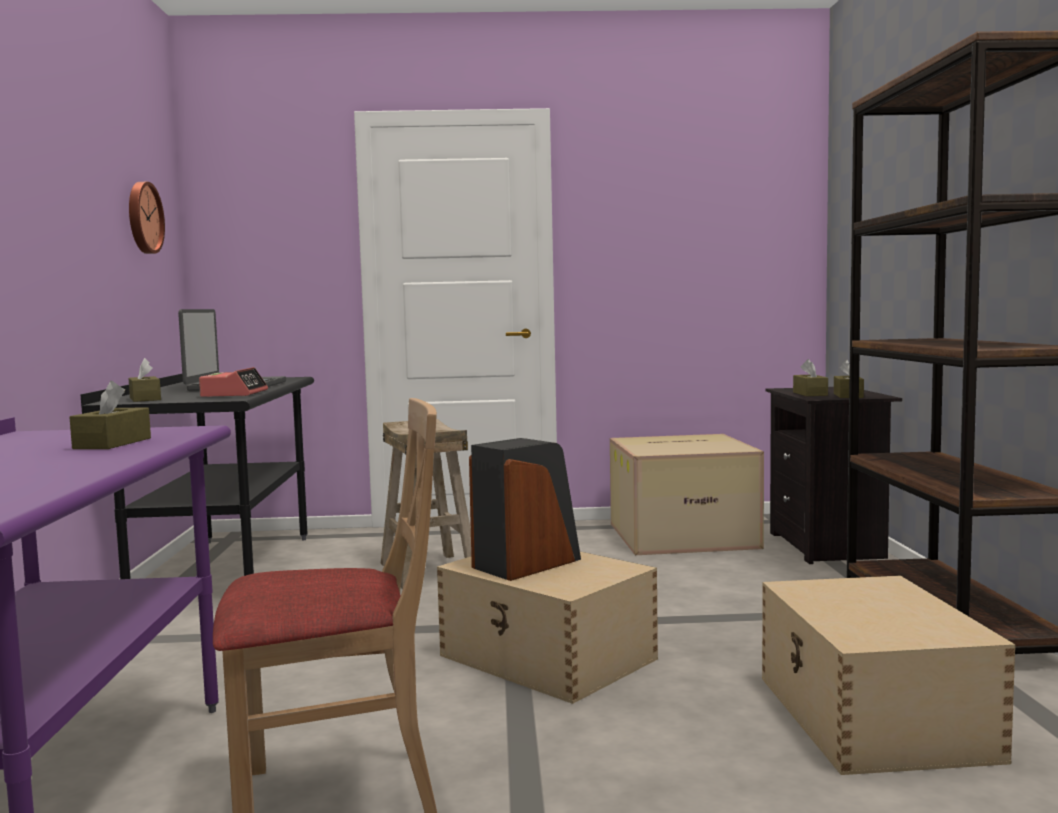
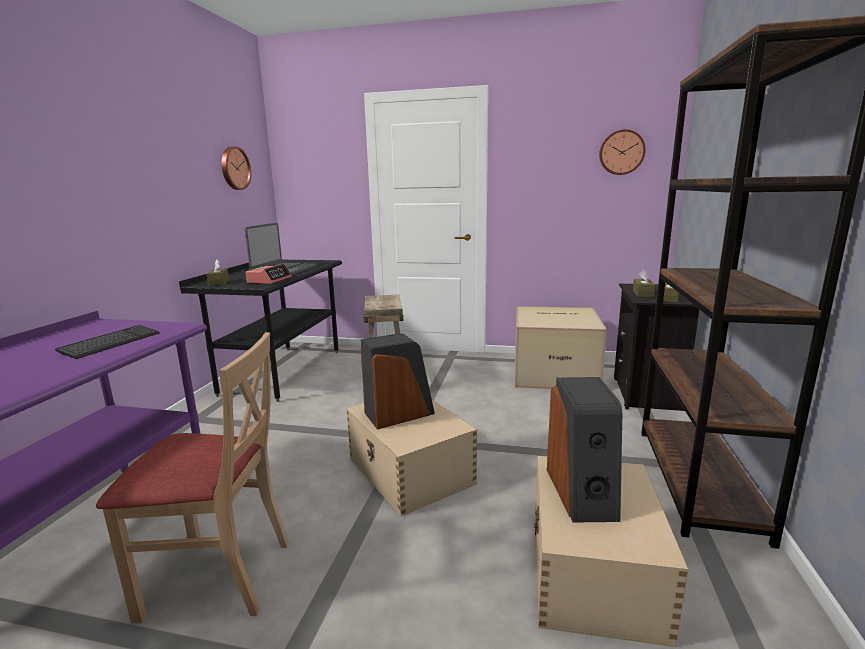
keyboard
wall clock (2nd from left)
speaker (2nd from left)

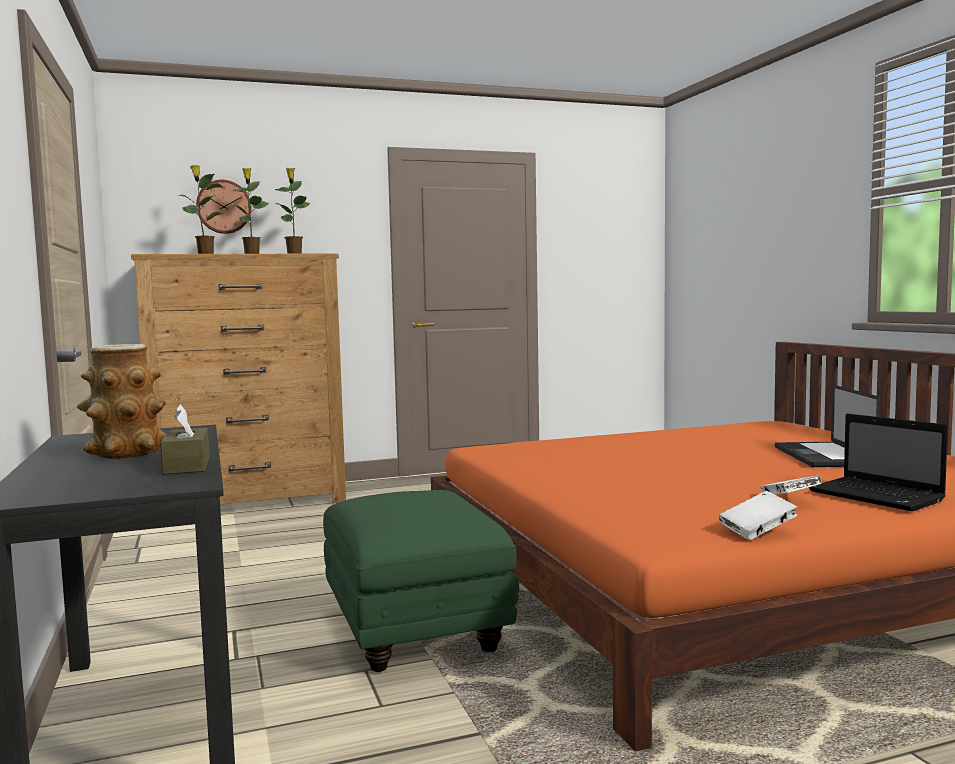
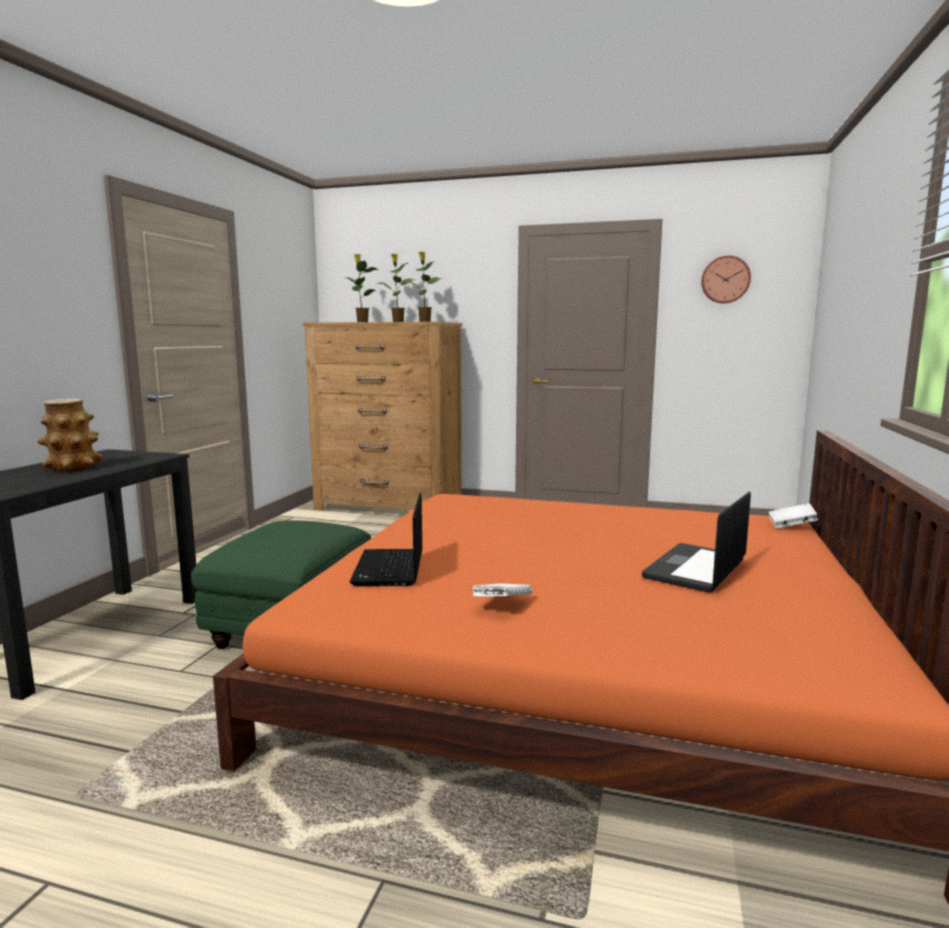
wall clock
brown tissue box
laptop (1st from left)
white book (2nd from left)

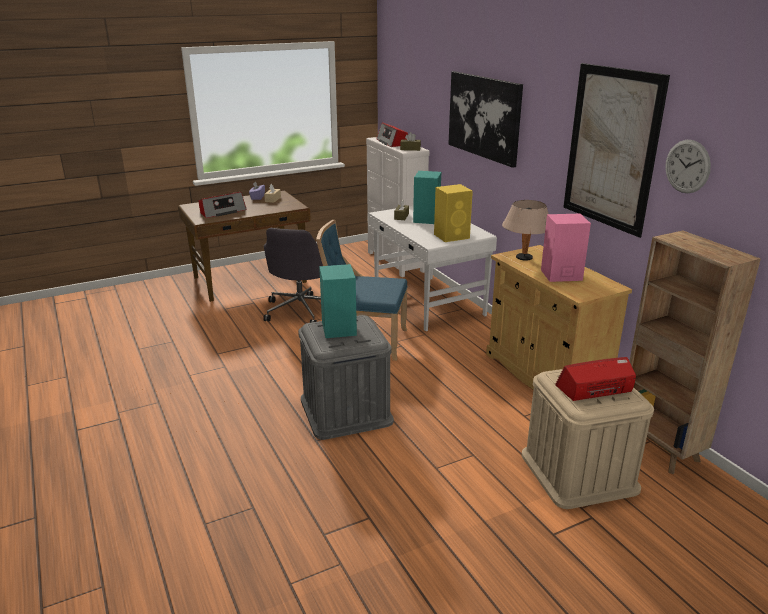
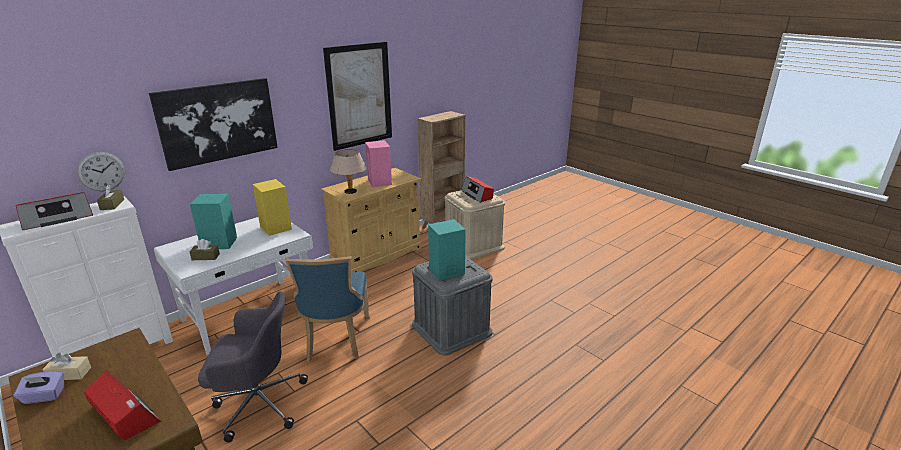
wall clock

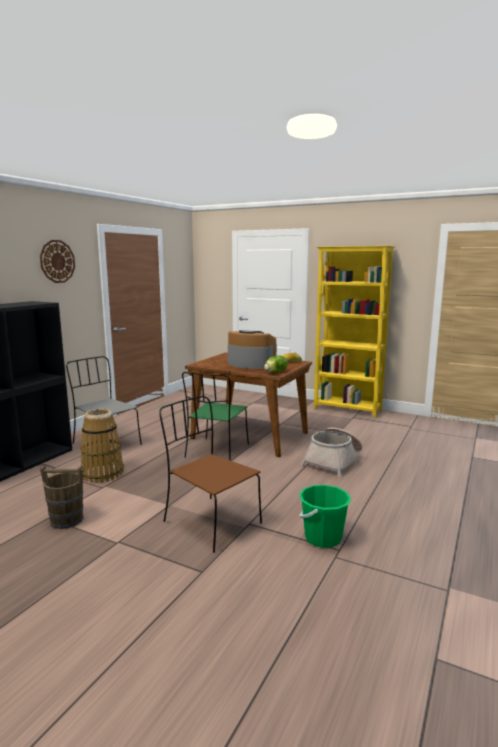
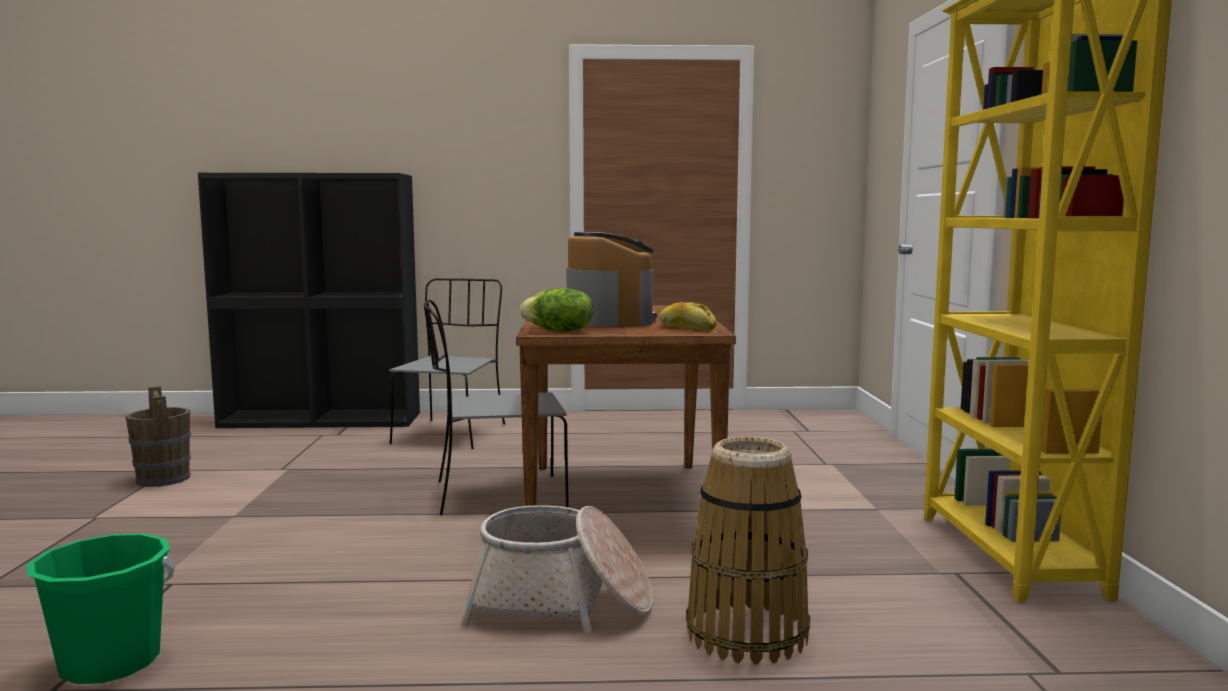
wall clock
grey chair (2nd from left)
brown chair
basket (2nd from left)

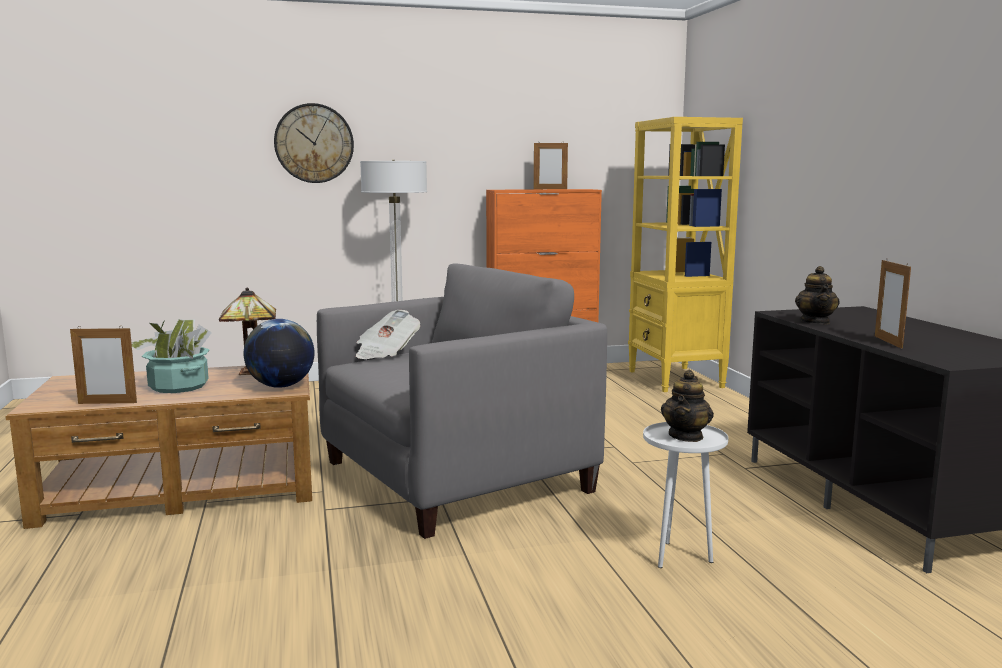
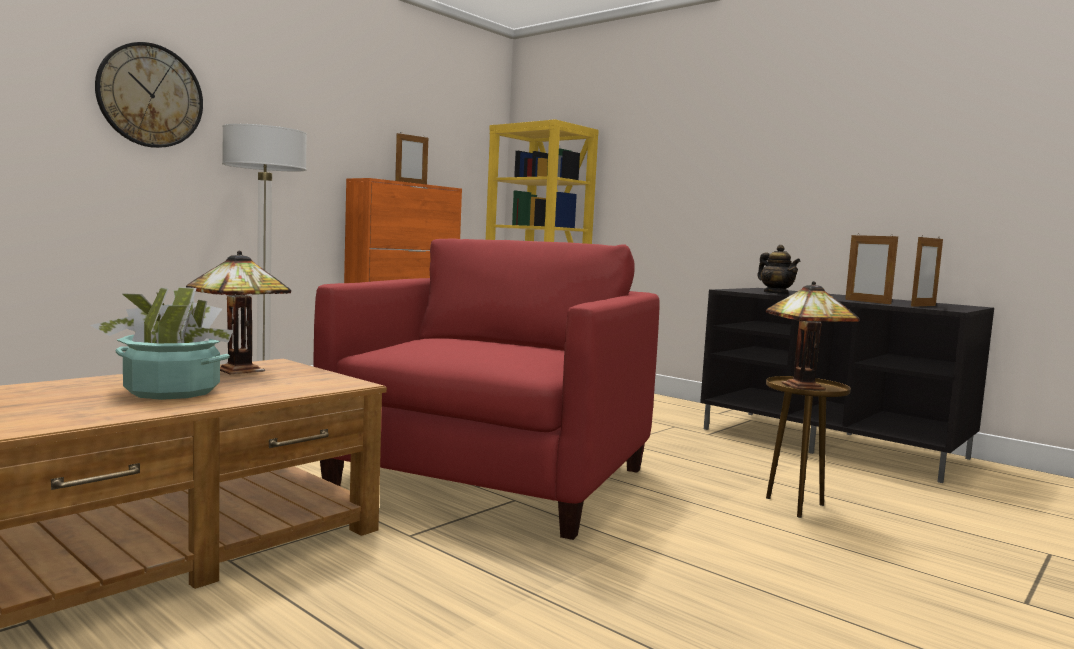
red armchair
newspaper
globe
picture frame (3rd from left)
table lamp (2nd from left)
brown side table

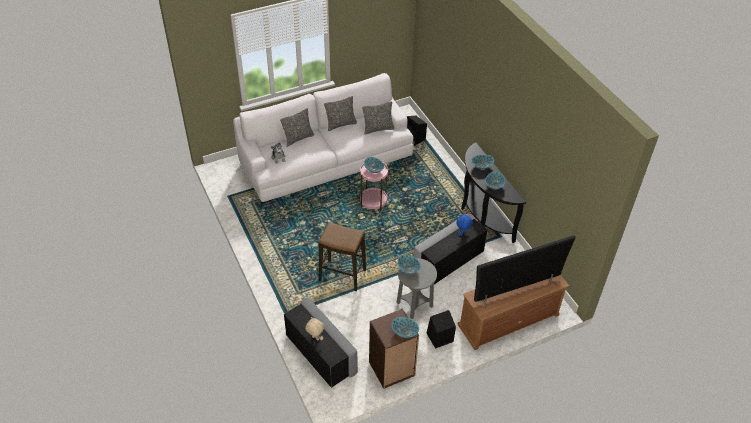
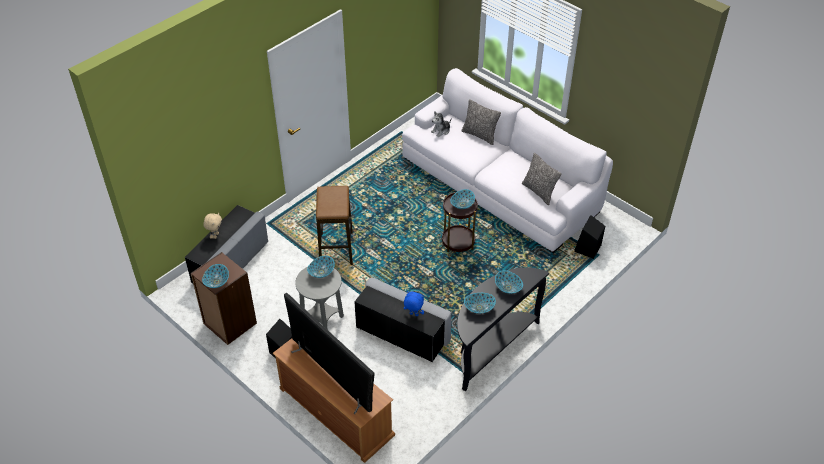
pillow (2nd from left in the first image)
brown side table

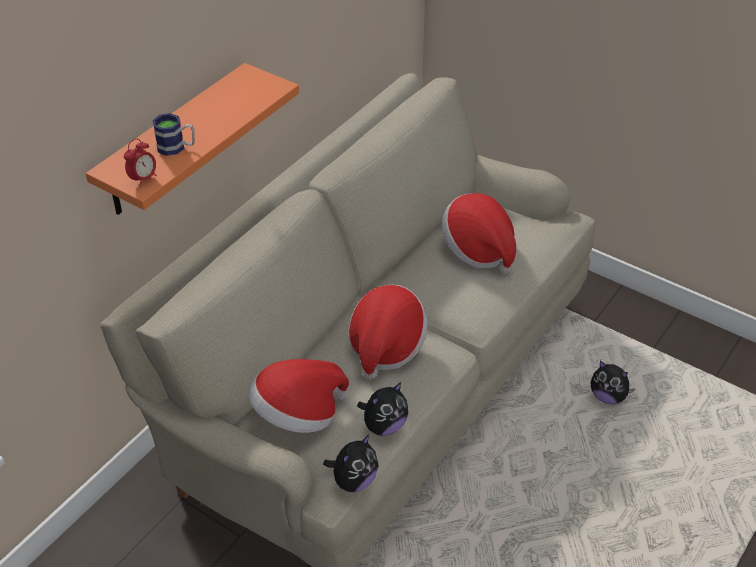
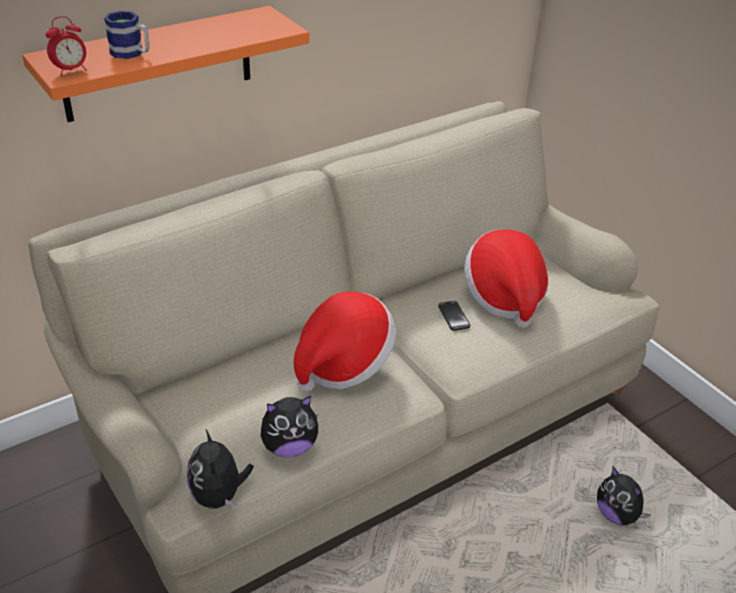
hat (1st from left in the first image)
plush toy (1st from left)
phone

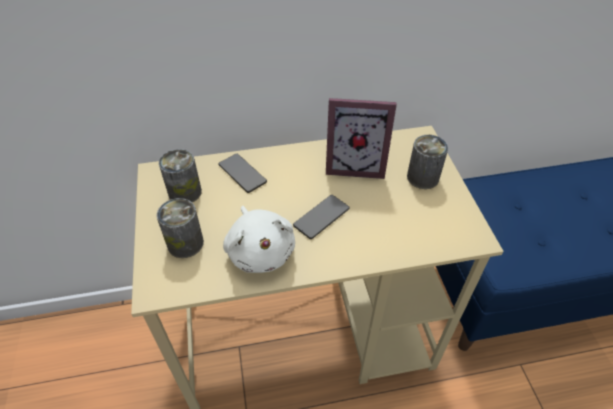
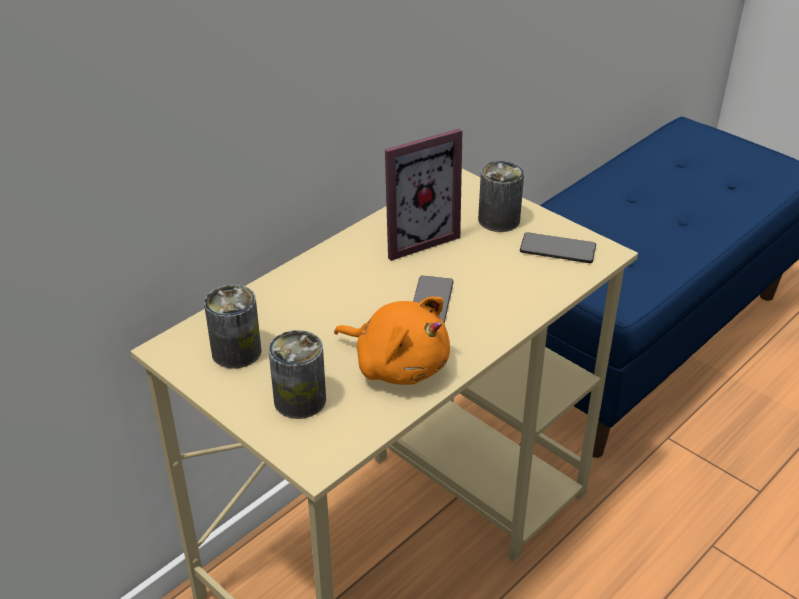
phone (2nd from left)
orange plush toy

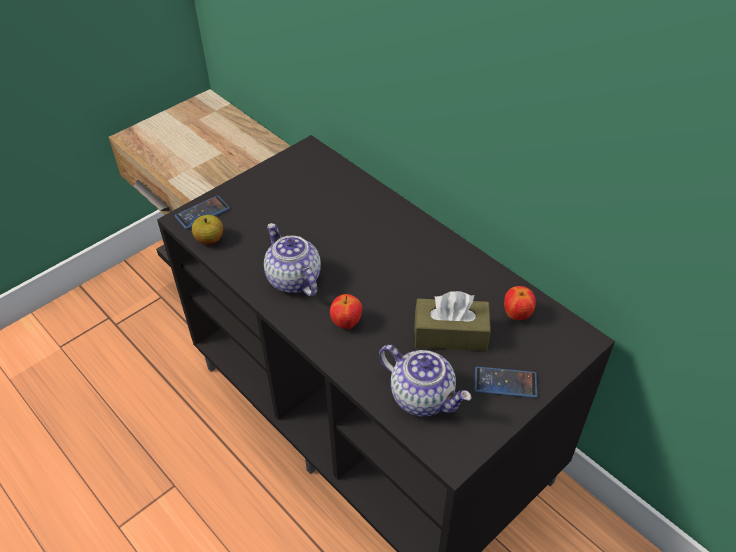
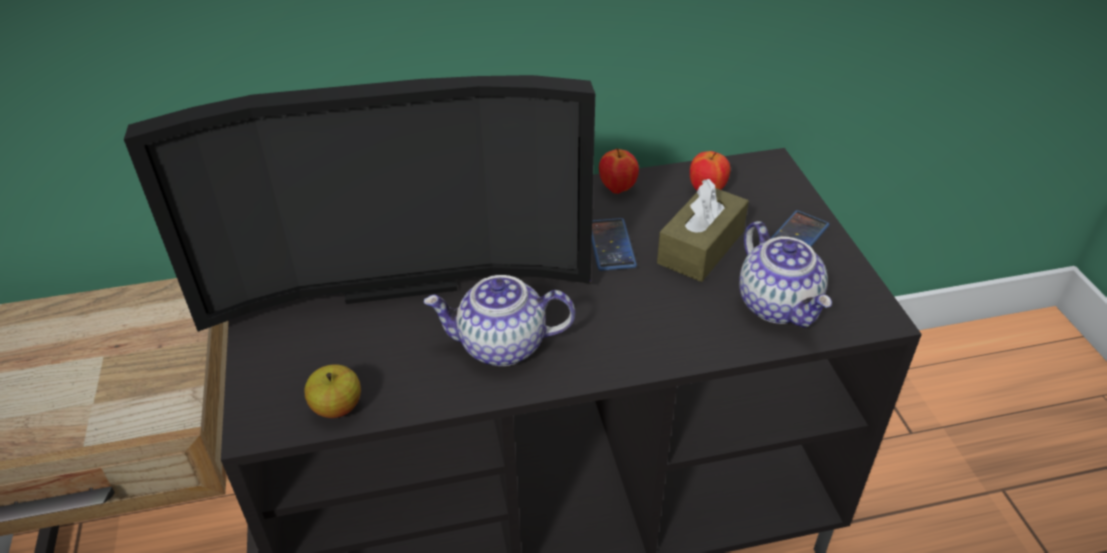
phone (1st from left)
apple (2nd from left)
teapot (2nd from left)
television

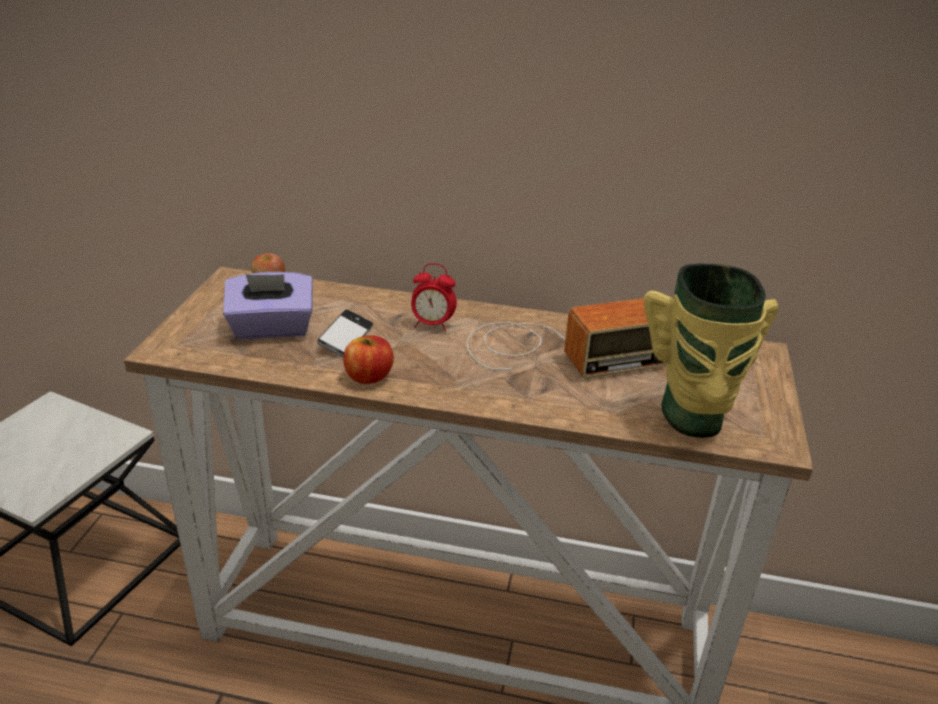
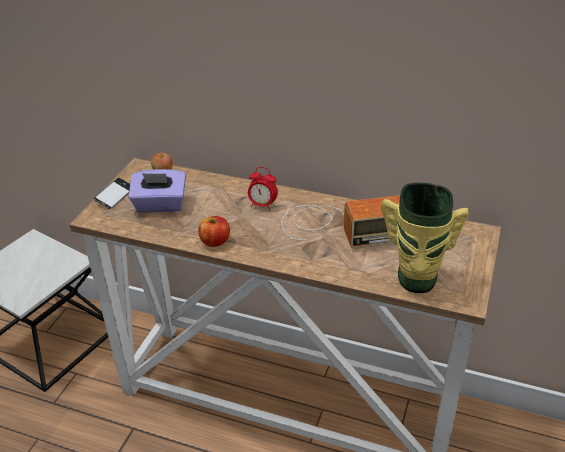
phone

